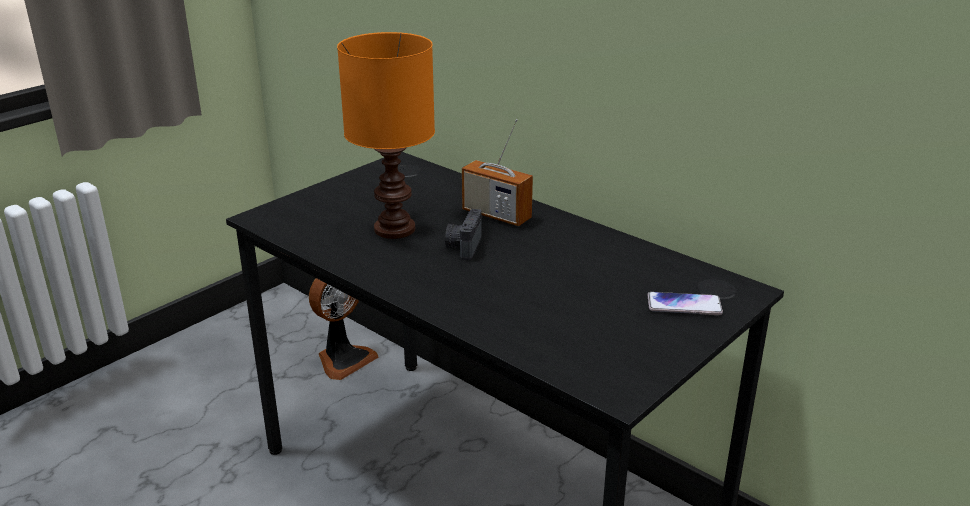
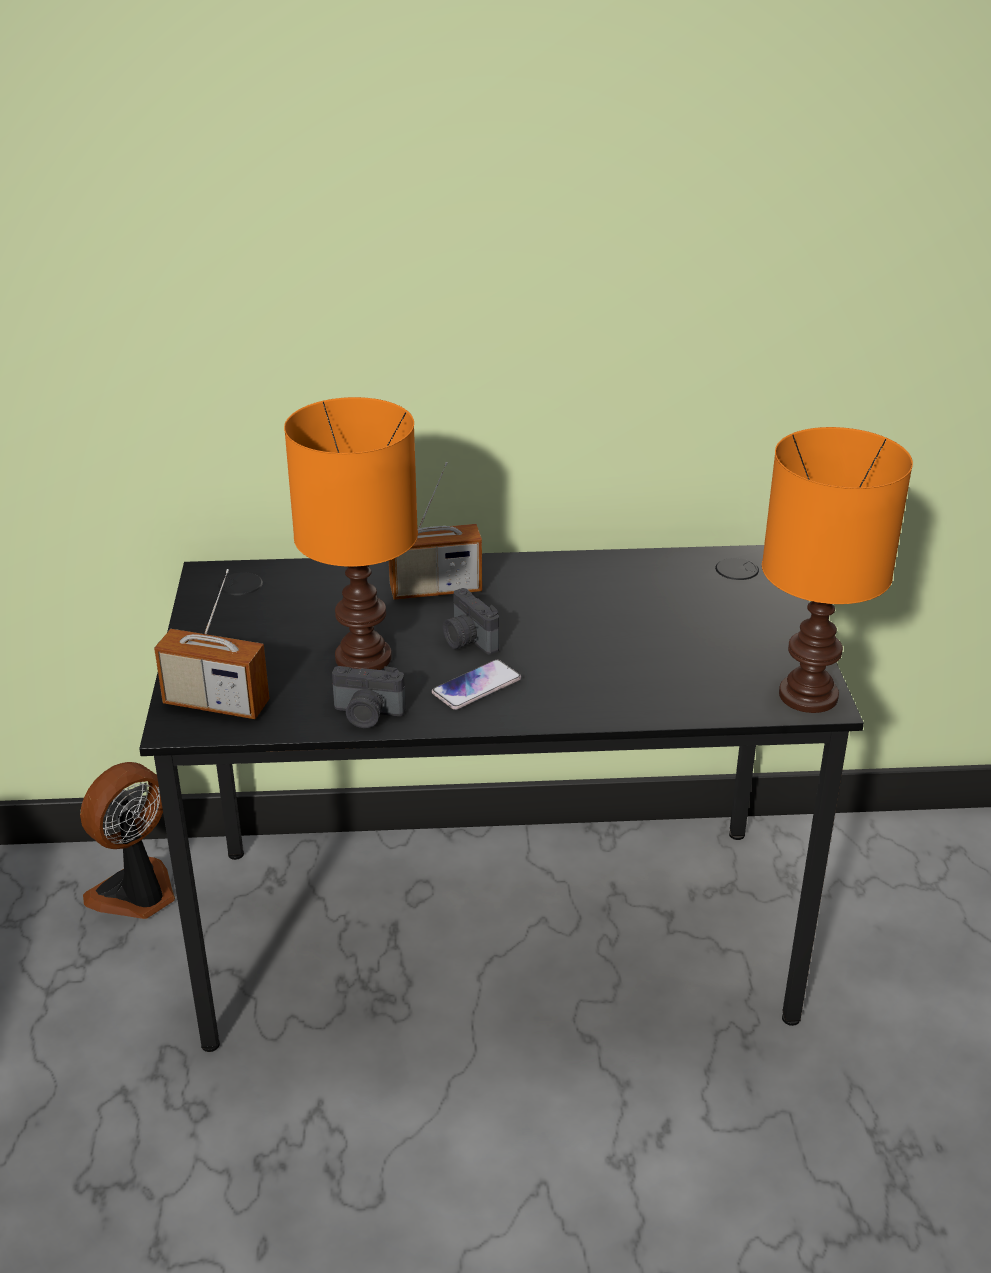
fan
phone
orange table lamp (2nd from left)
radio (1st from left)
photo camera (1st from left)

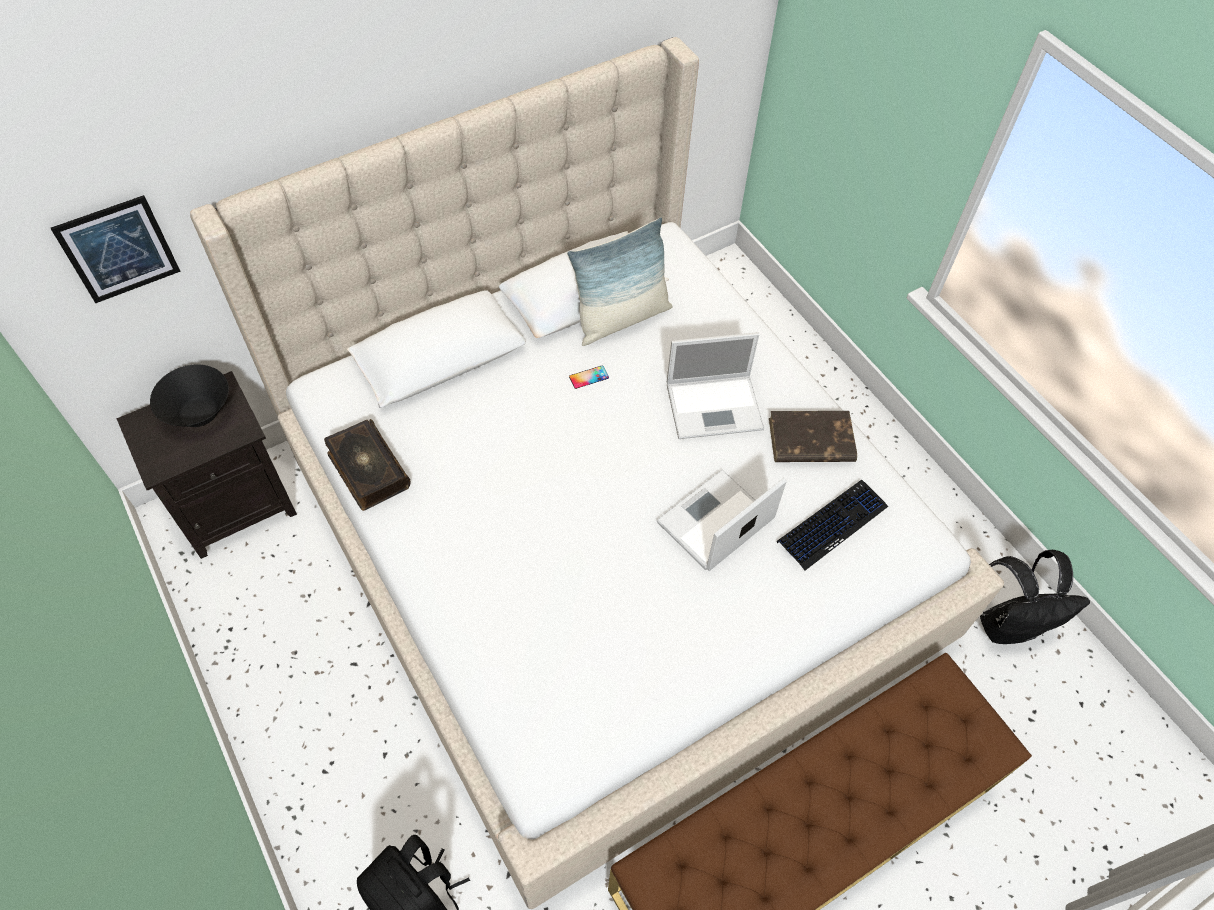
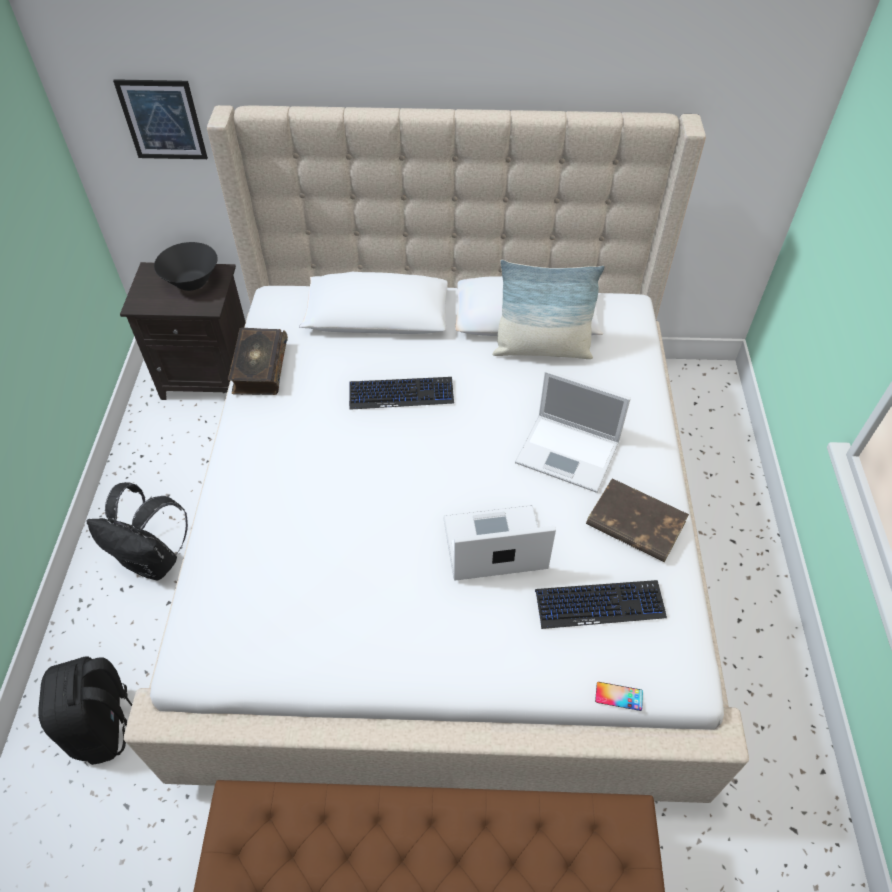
phone
black backpack (2nd from left)
keyboard (1st from left)

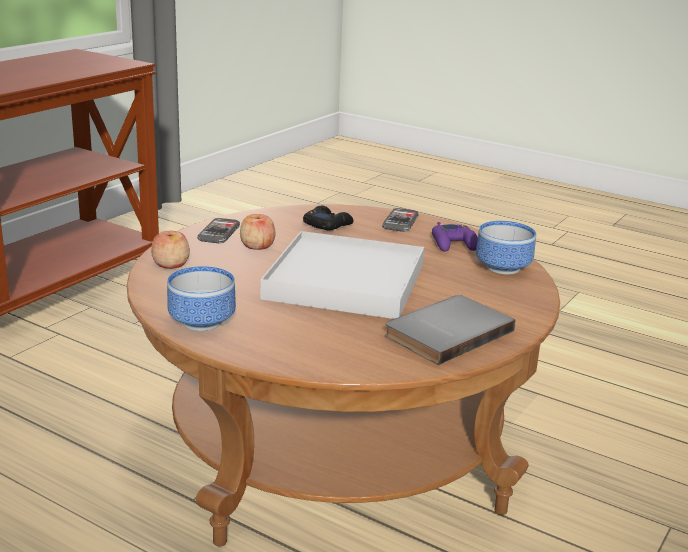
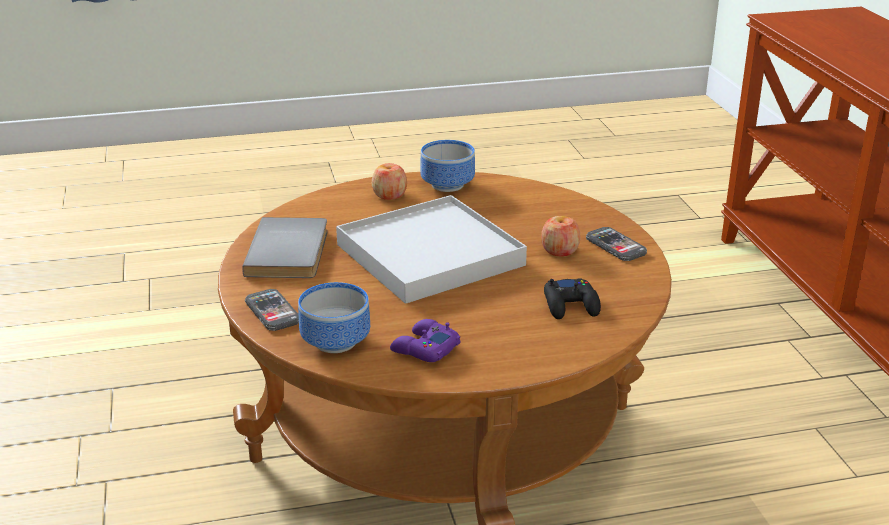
phone (1st from left)
apple (1st from left)

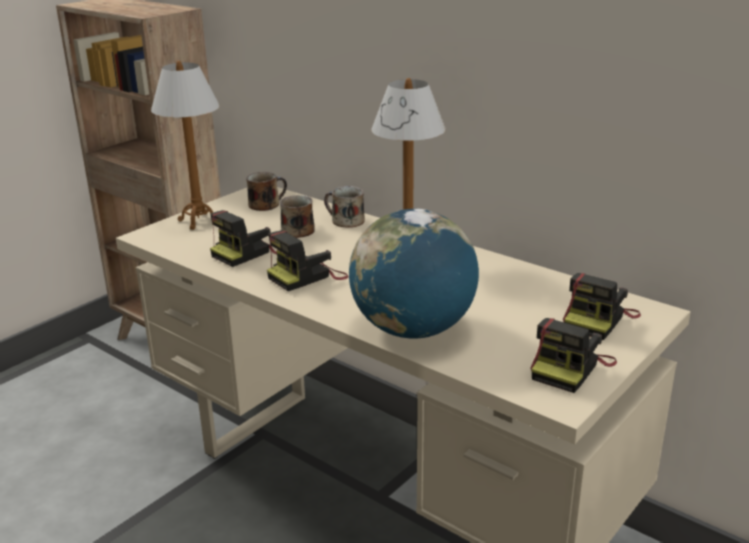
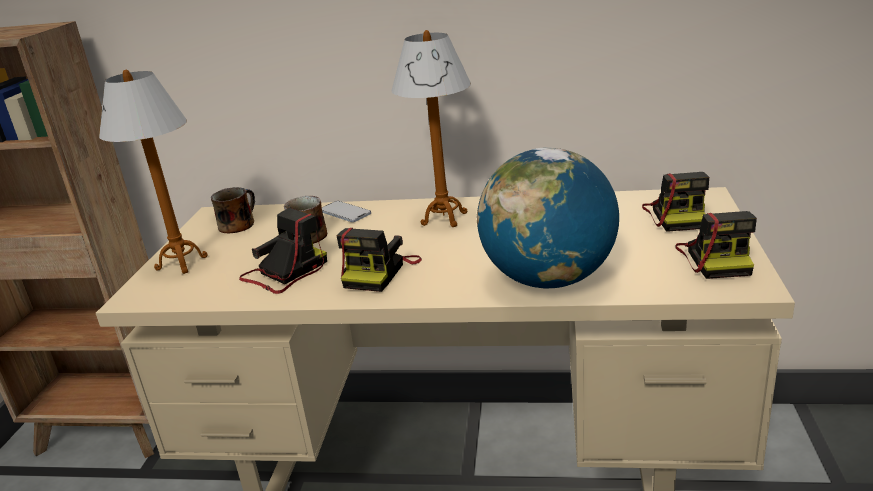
phone
photo camera (1st from left)

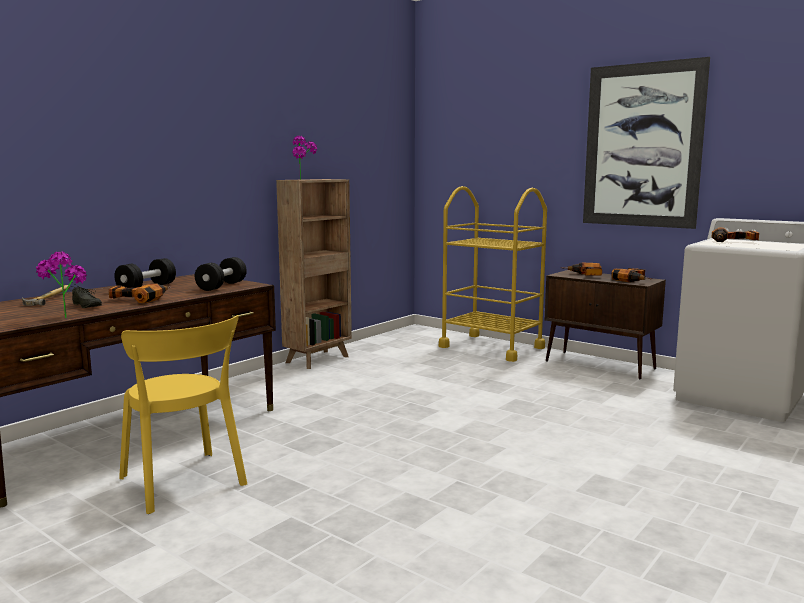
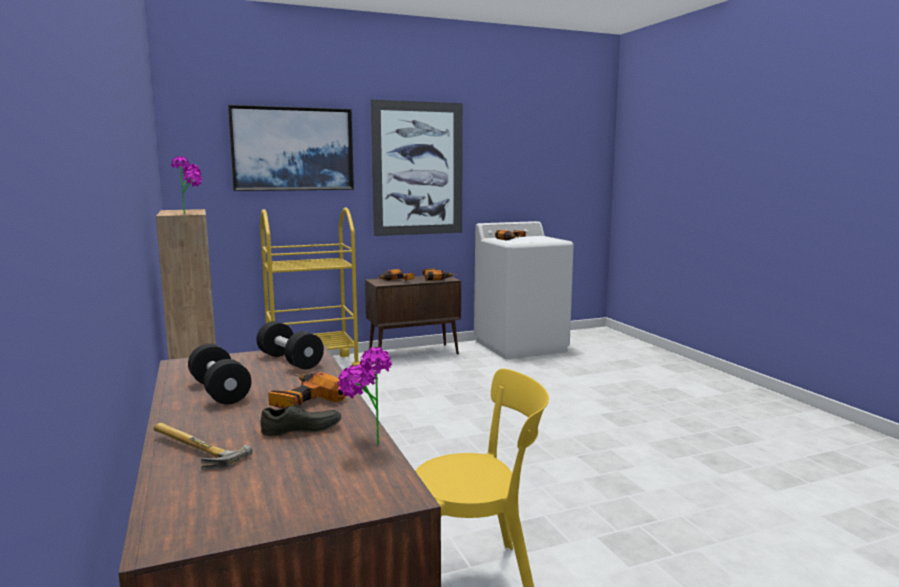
picture (1st from left)

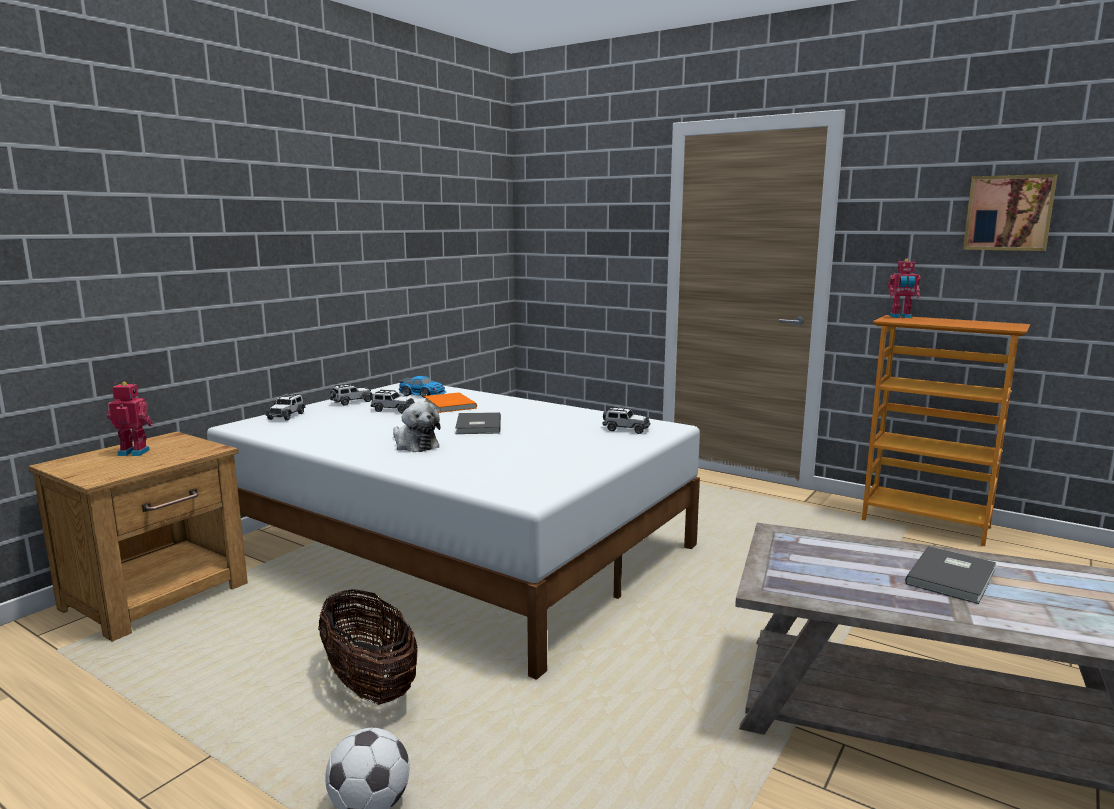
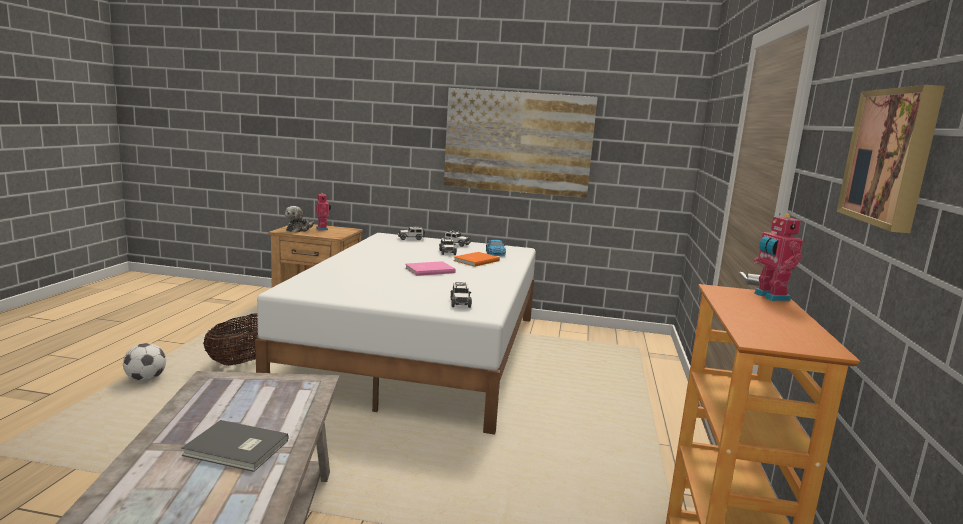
plush toy
pink book
picture (1st from left)

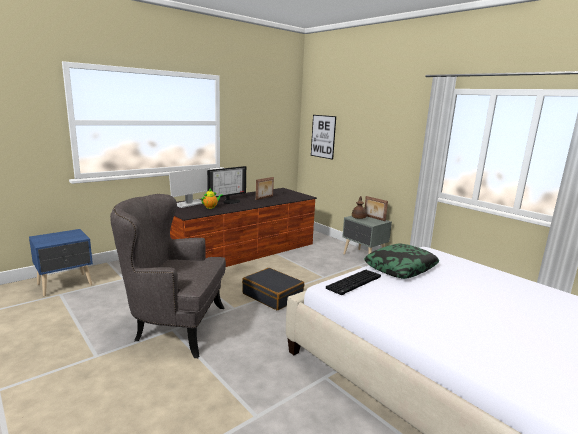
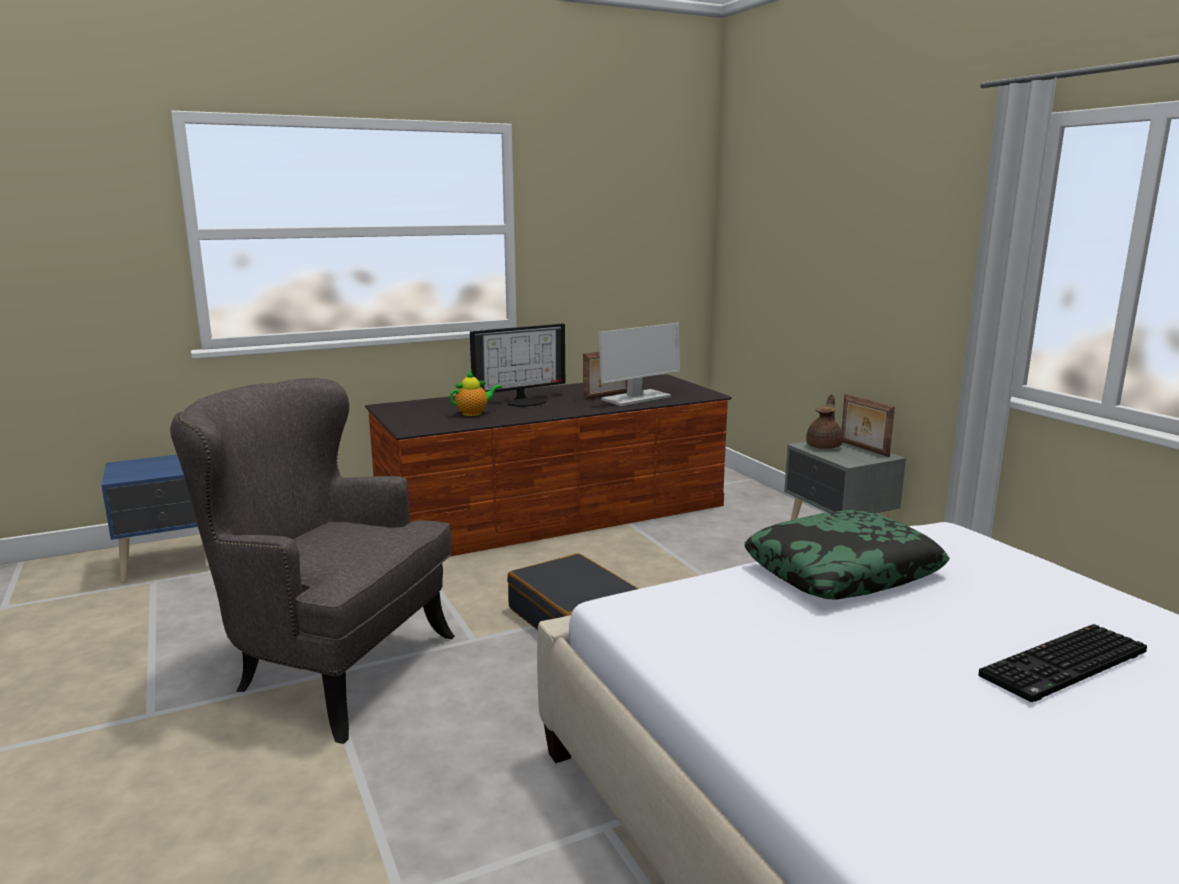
picture
monitor (2nd from left)
keyboard

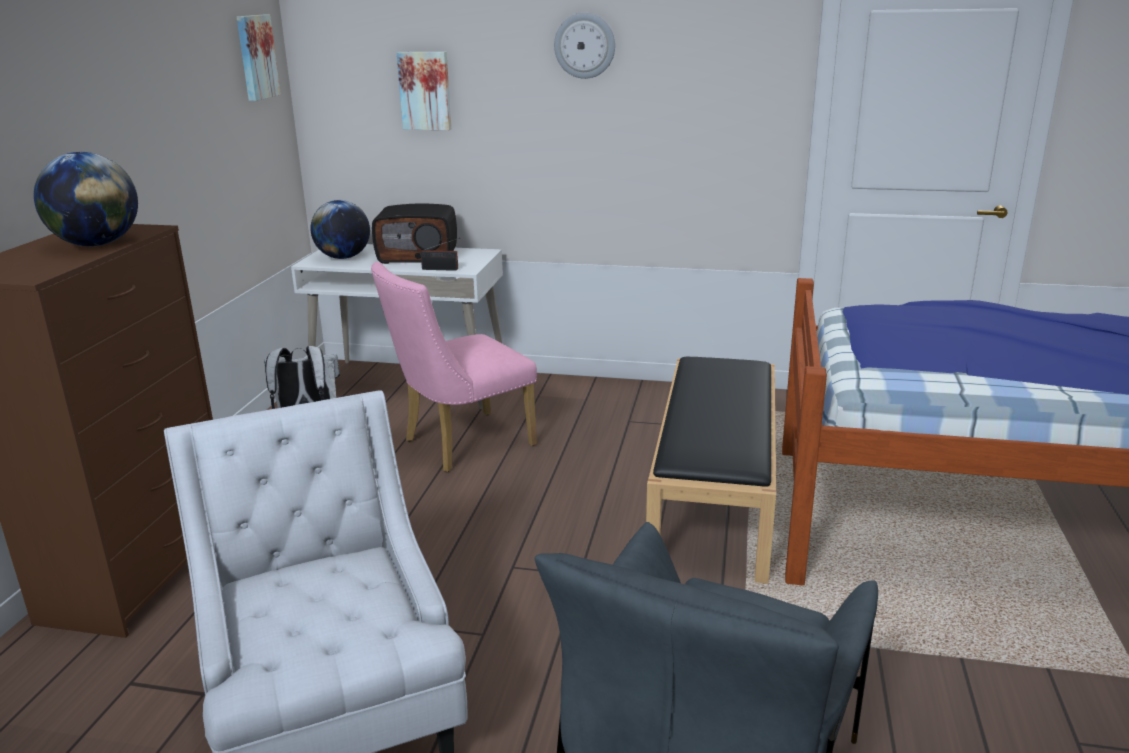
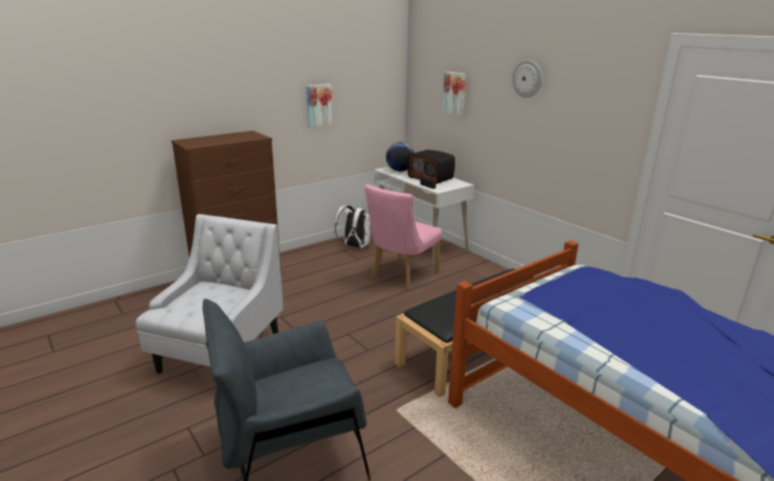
picture (1st from left)
globe (1st from left in the first image)
pink chair

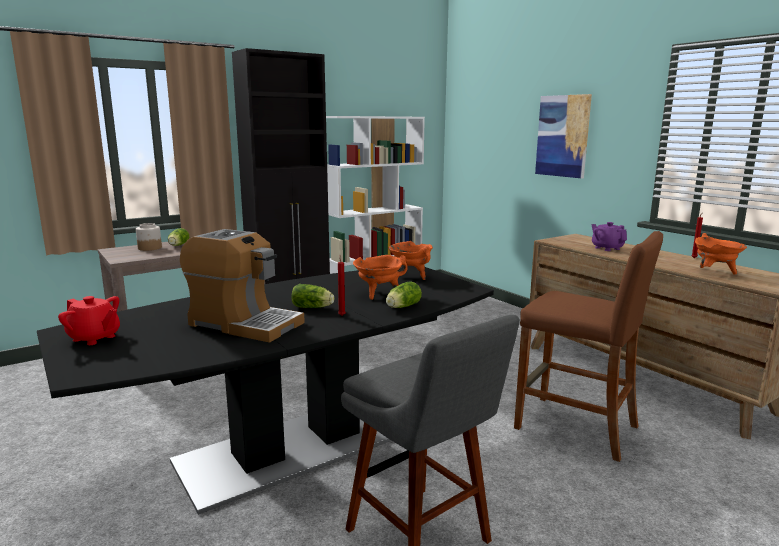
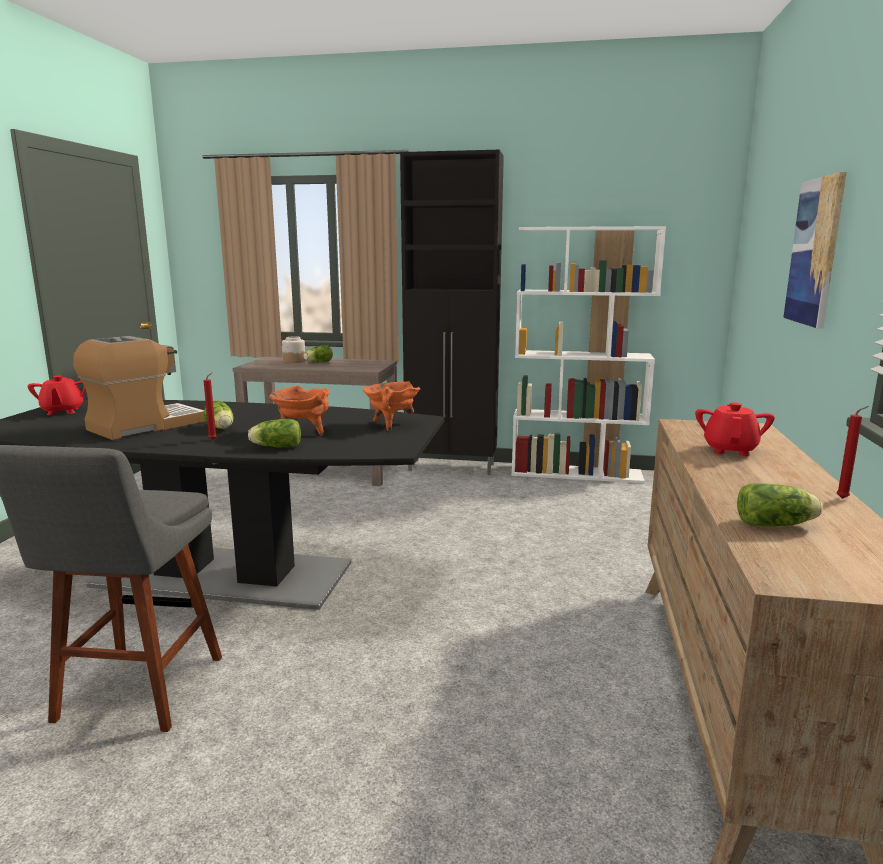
red teapot (2nd from left)
coffee machine
brown stool
lettuce (4th from left)

